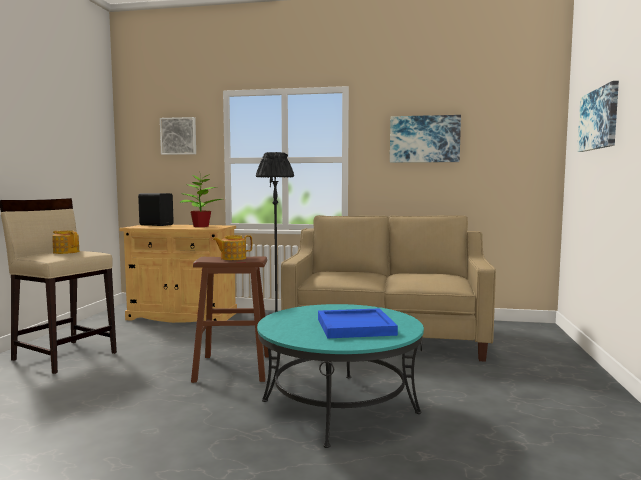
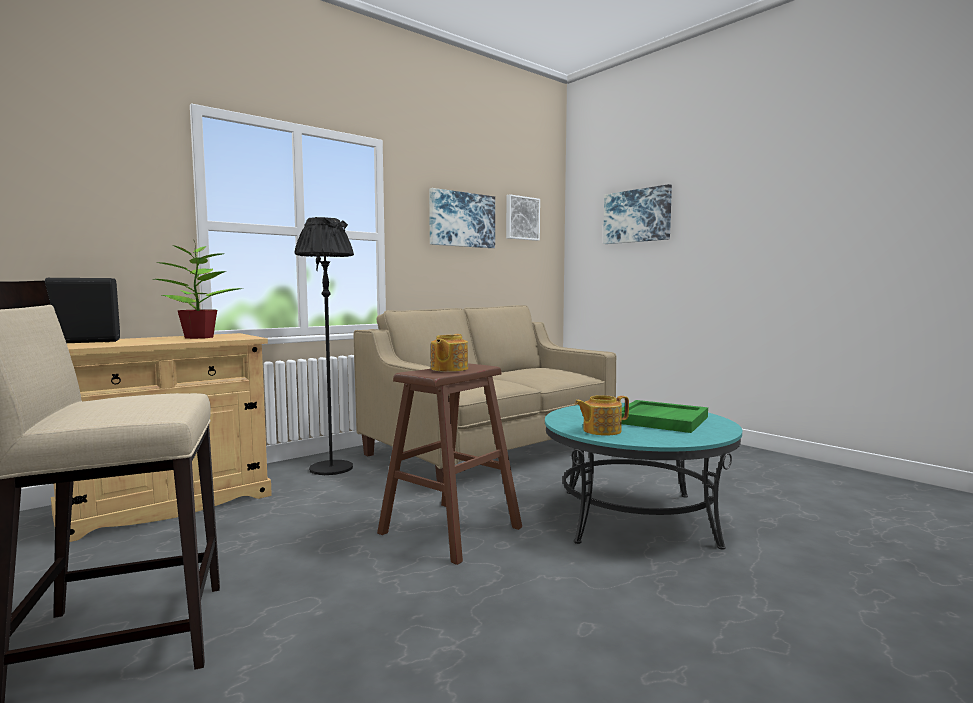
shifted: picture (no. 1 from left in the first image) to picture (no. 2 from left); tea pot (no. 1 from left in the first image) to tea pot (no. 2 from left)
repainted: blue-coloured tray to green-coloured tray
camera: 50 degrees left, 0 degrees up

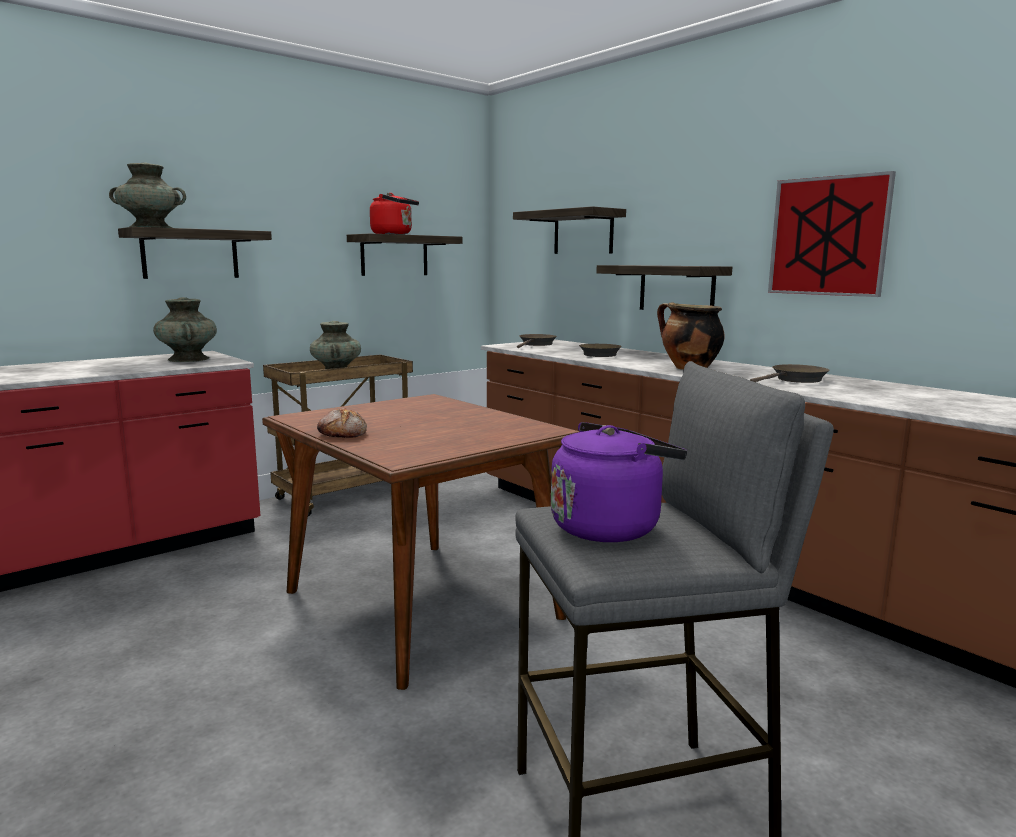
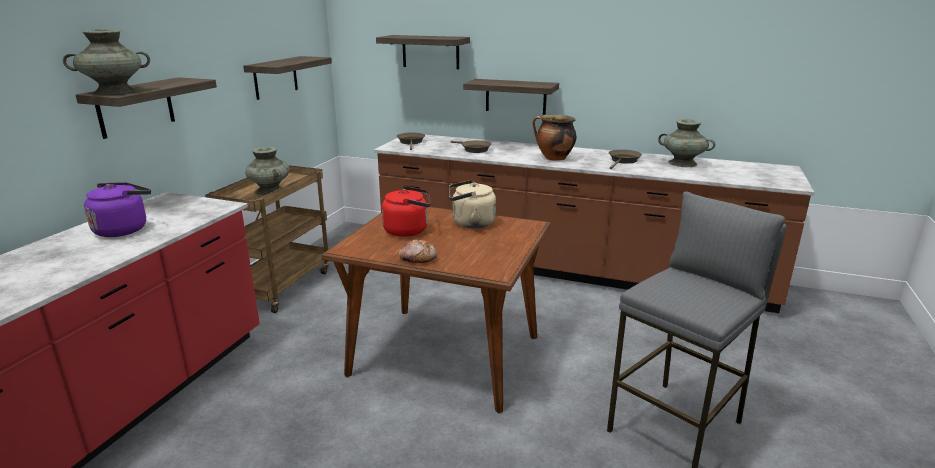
gone: picture
new: sand-coloured tea kettle
shifted: purple-coloured tea kettle; red-coloured tea kettle; blue-green flower vase (no. 2 from left in the first image) to blue-green flower vase (no. 3 from left)
camera: 30 degrees left, 10 degrees up

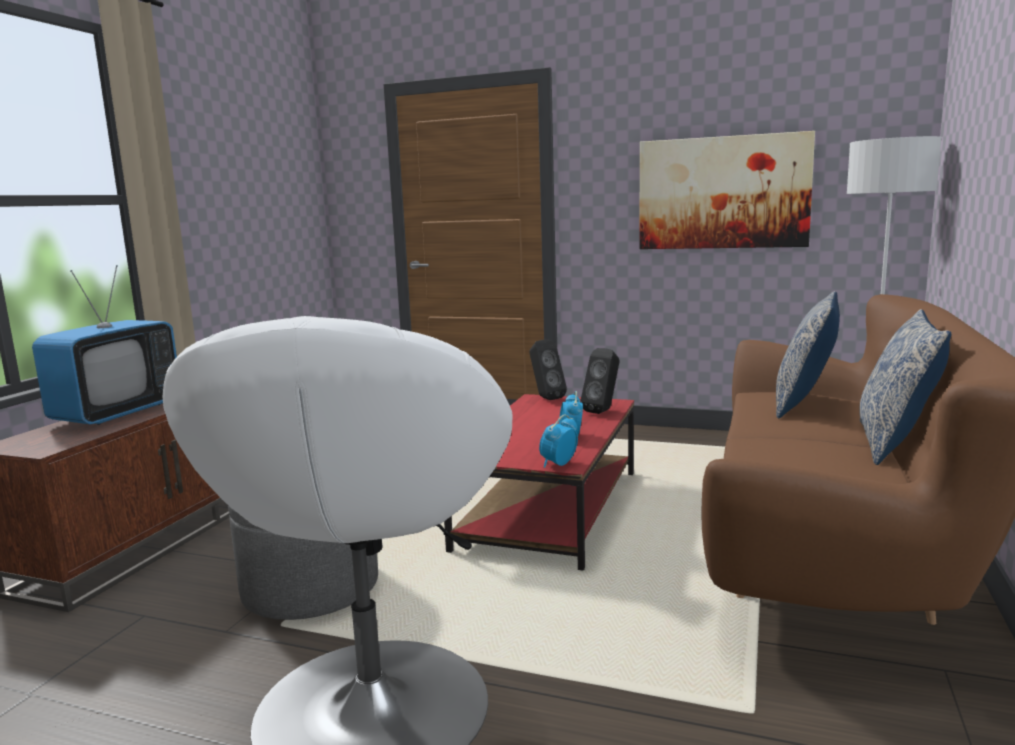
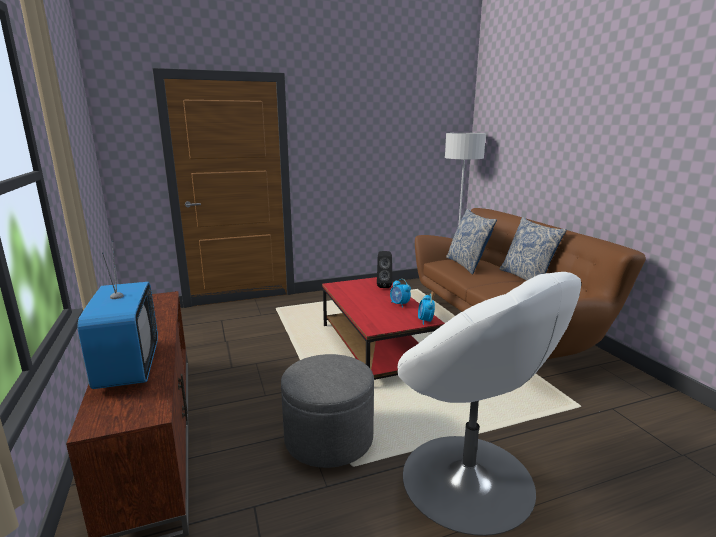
gone: blackish speaker (no. 1 from left); picture
camera: 40 degrees left, 5 degrees up

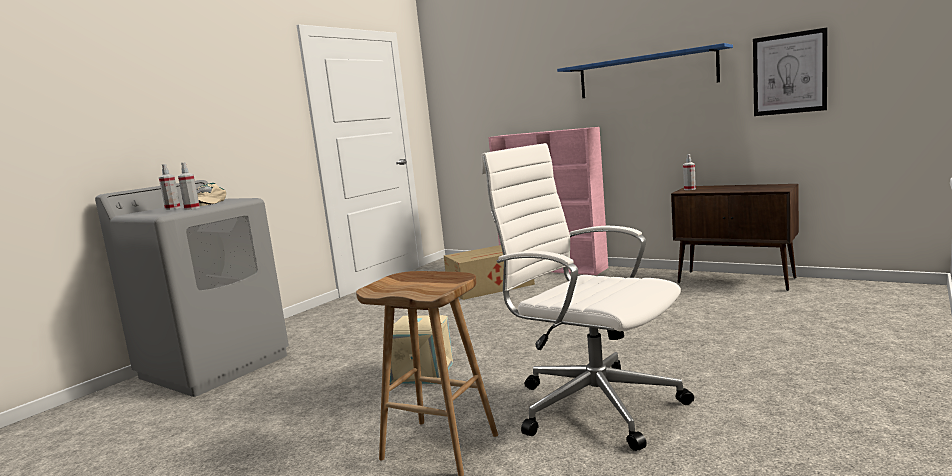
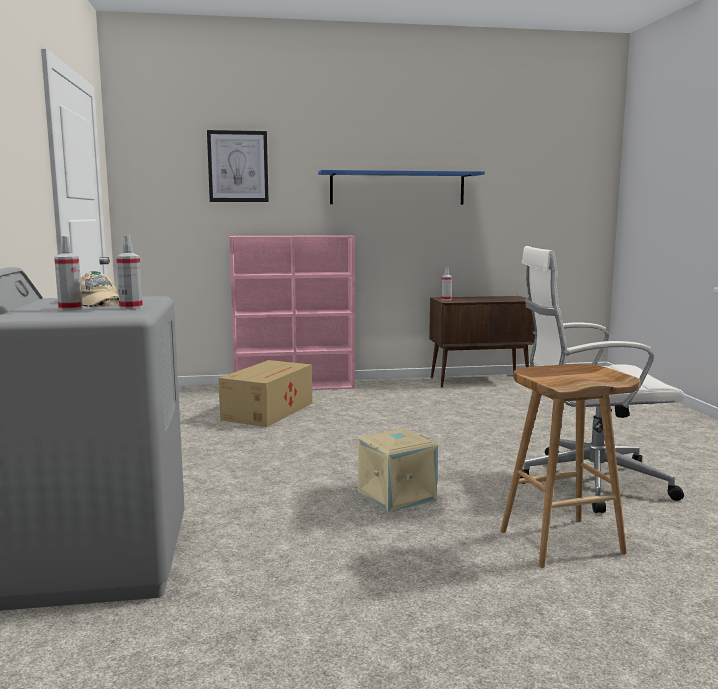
shifted: picture
camera: 45 degrees left, 0 degrees up

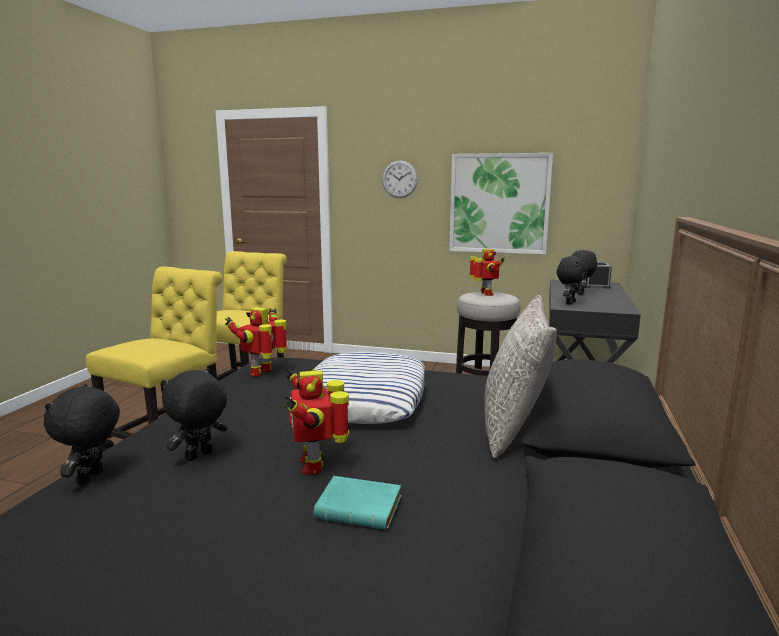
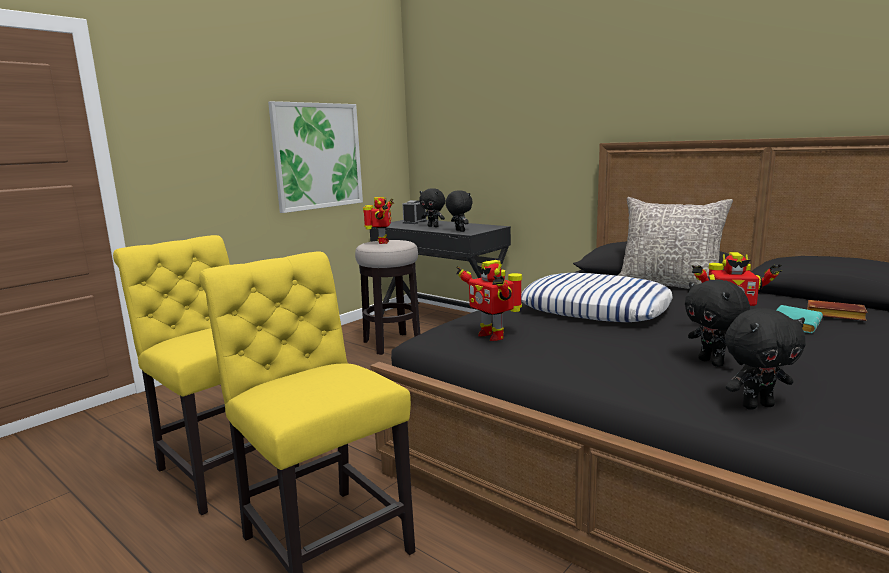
gone: hanging clock
new: brown-coloured book
rotated: robot figure (no. 3 from left in the first image) 75 degrees clockwise; blackish plush toy (no. 1 from left in the first image) 45 degrees counterclockwise
camera: 65 degrees left, 0 degrees up

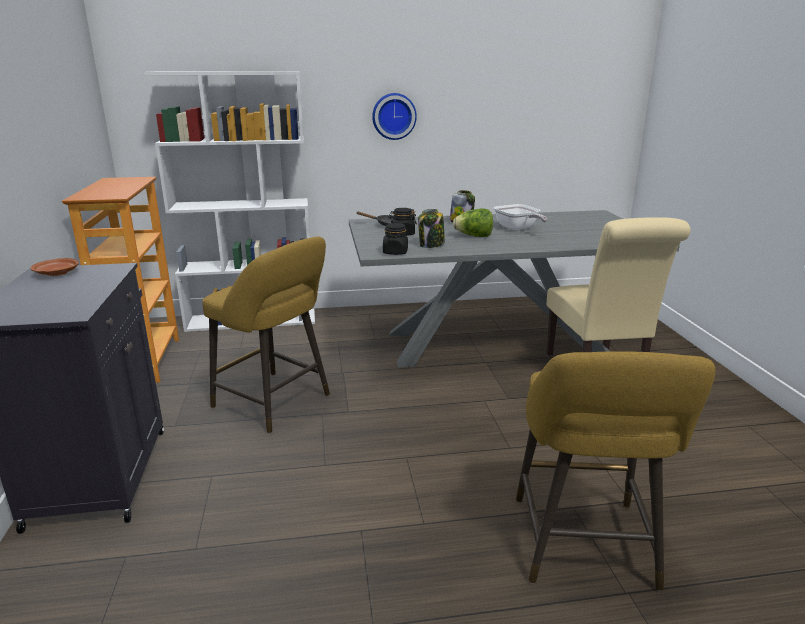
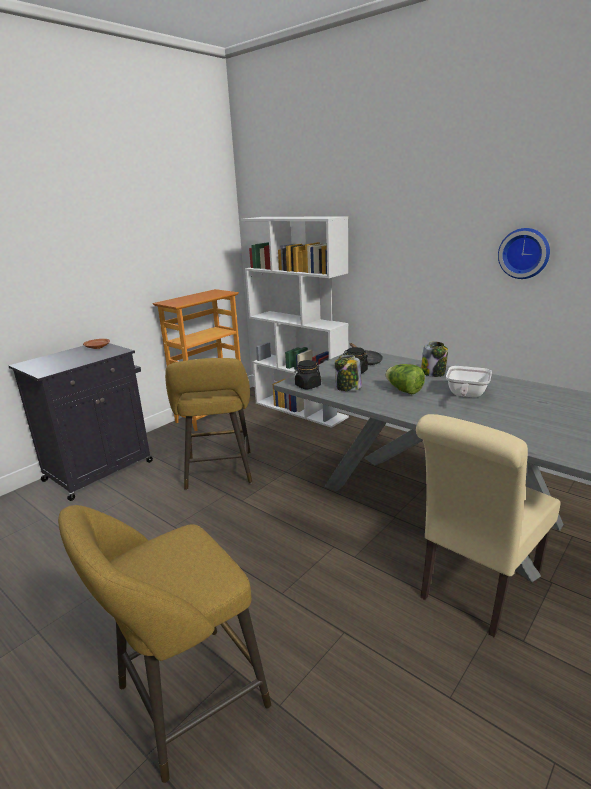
shifted: hanging clock
camera: 50 degrees right, 0 degrees up

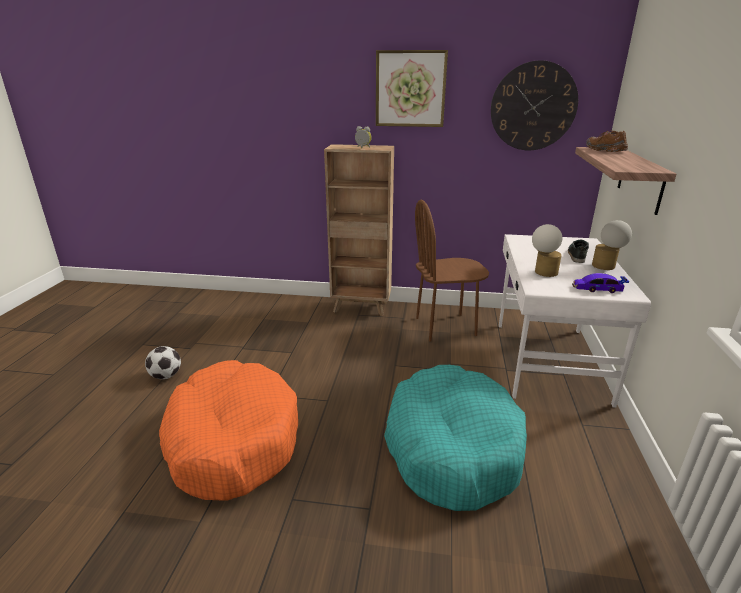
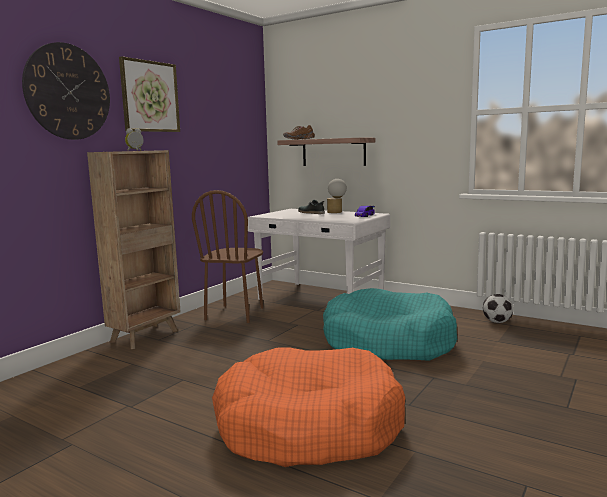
gone: lamp for a table (no. 1 from left)
shifted: hanging clock; ball for football
camera: 65 degrees left, 15 degrees down

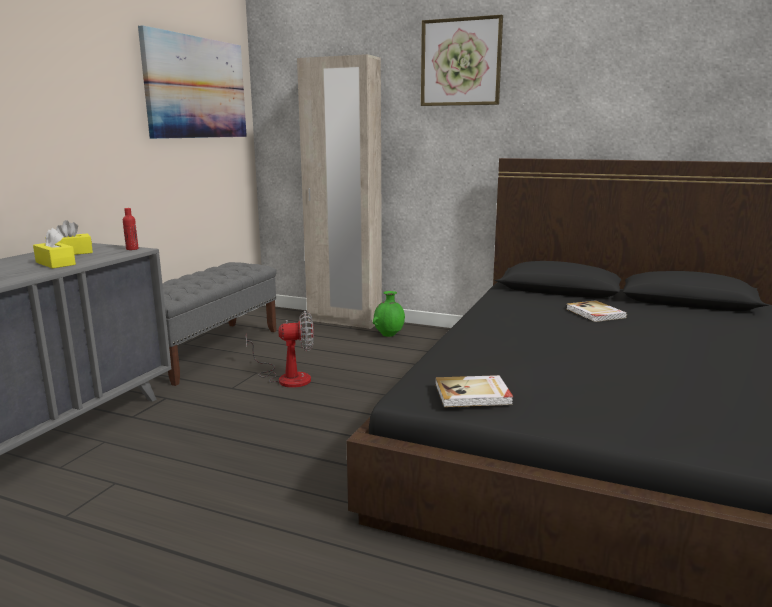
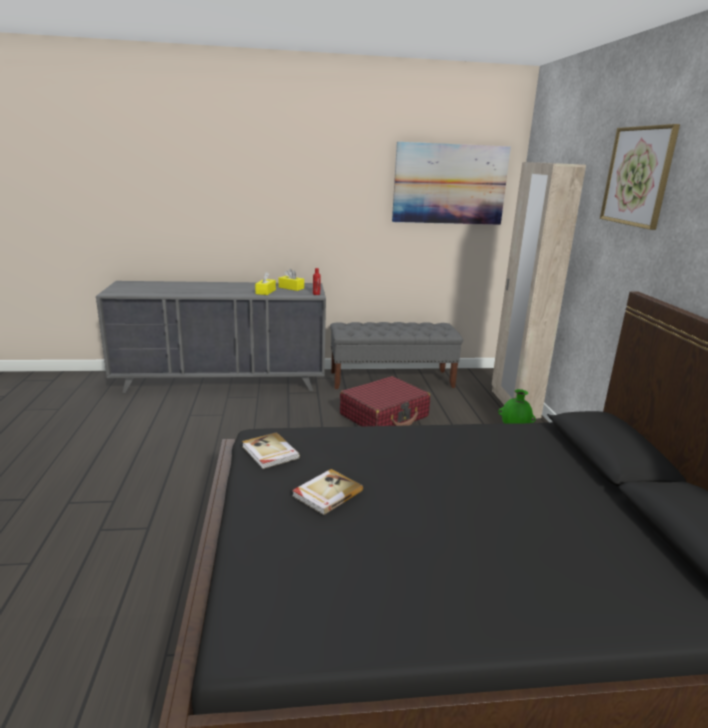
shifted: book (no. 2 from left)
swapped: cooling fan to red-coloured piece of luggage
camera: 60 degrees right, 5 degrees up

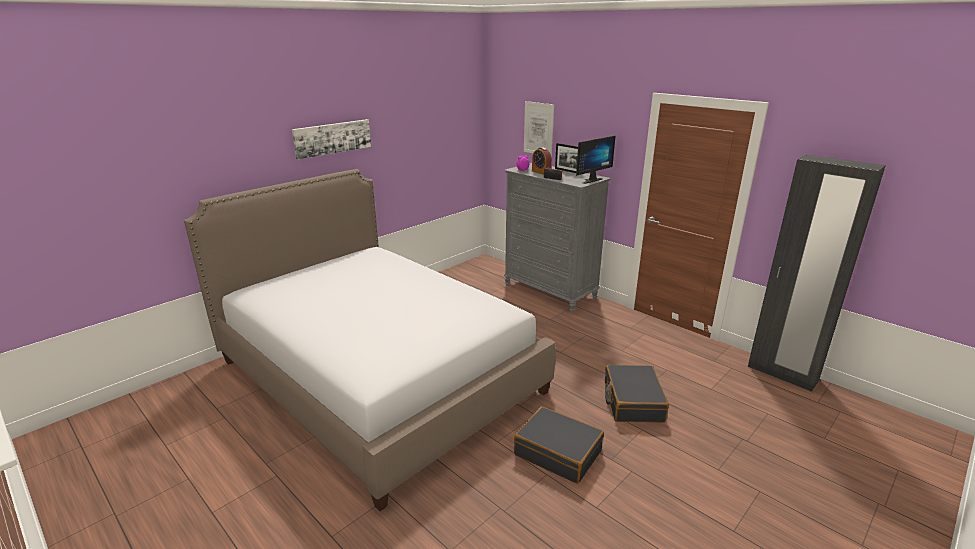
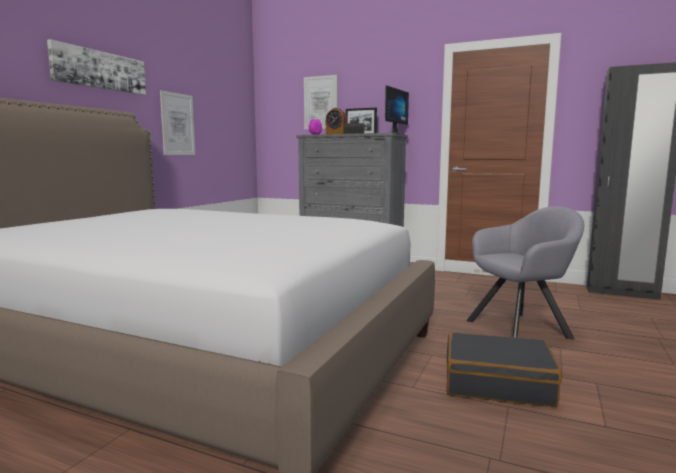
new: picture (no. 2 from left)
swapped: blackish piece of luggage (no. 2 from left) to grey easy chair
camera: 20 degrees left, 15 degrees down

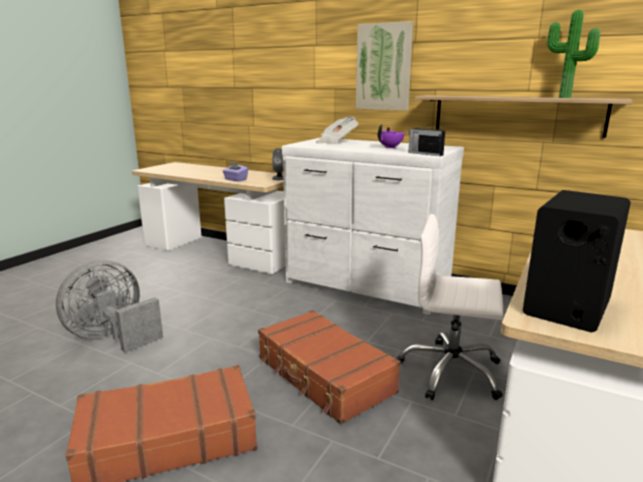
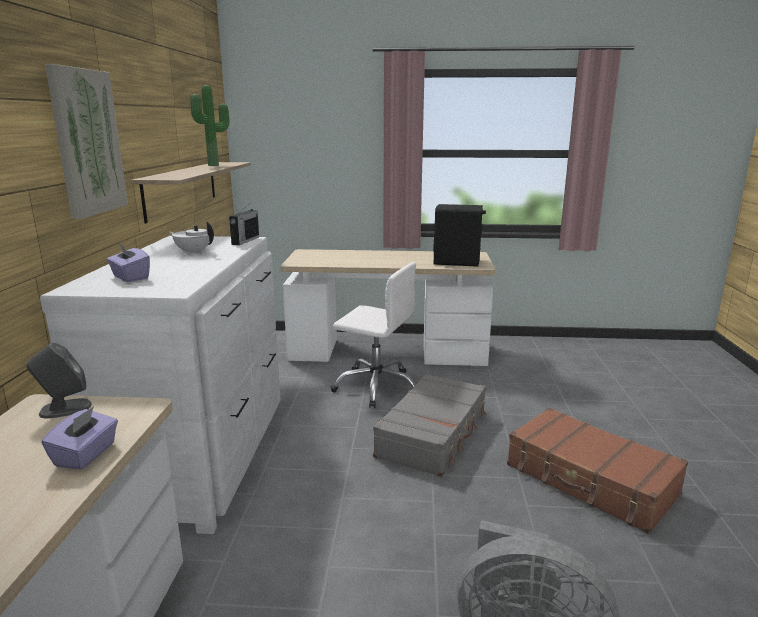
swapped: newspaper to purple-coloured tissue holder (no. 2 from left)
repainted: purple-coloured tea pot to white-coloured tea pot; brown-coloured piece of luggage (no. 2 from left) to grey piece of luggage
rotated: white-coloured office chair 60 degrees counterclockwise
camera: 115 degrees left, 0 degrees up

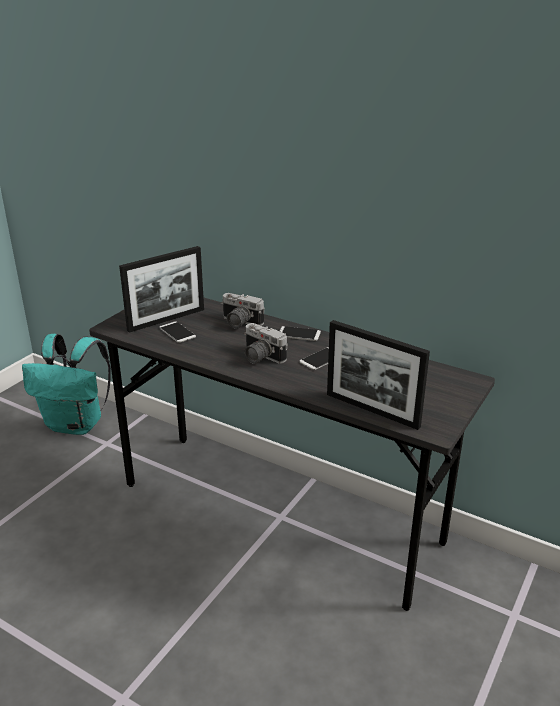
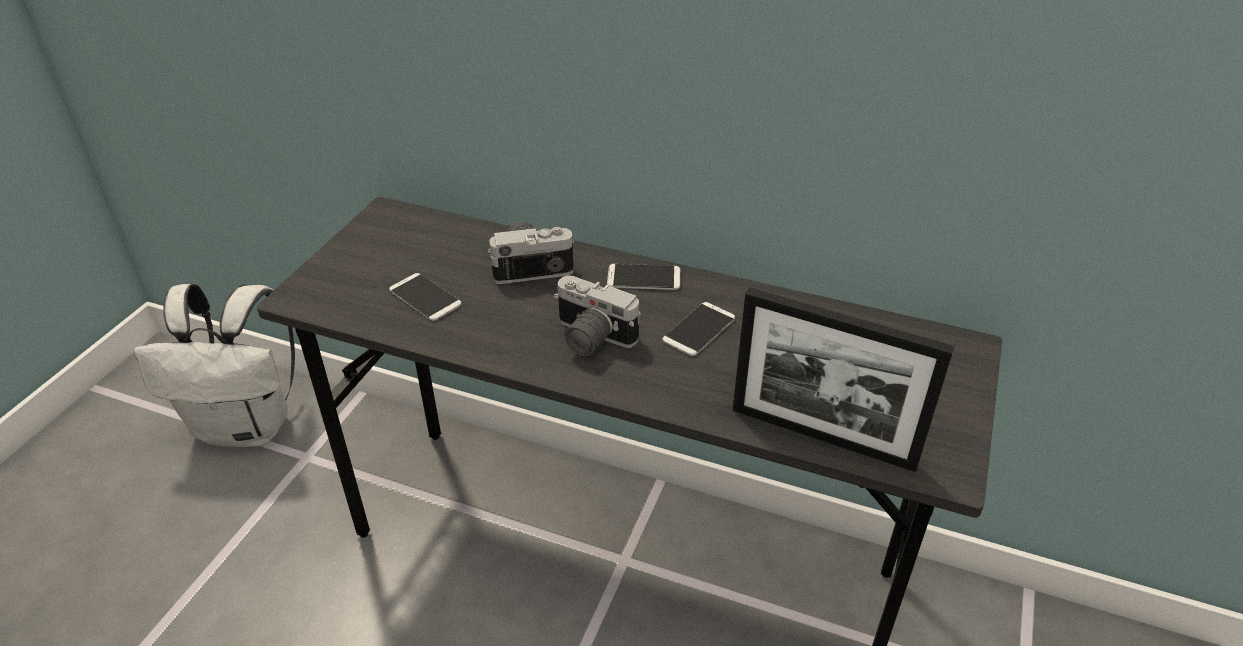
gone: photo frame (no. 1 from left)
repainted: blue-green knapsack to white-coloured knapsack
rotated: still camera (no. 1 from left) 150 degrees clockwise
camera: 10 degrees left, 10 degrees up

